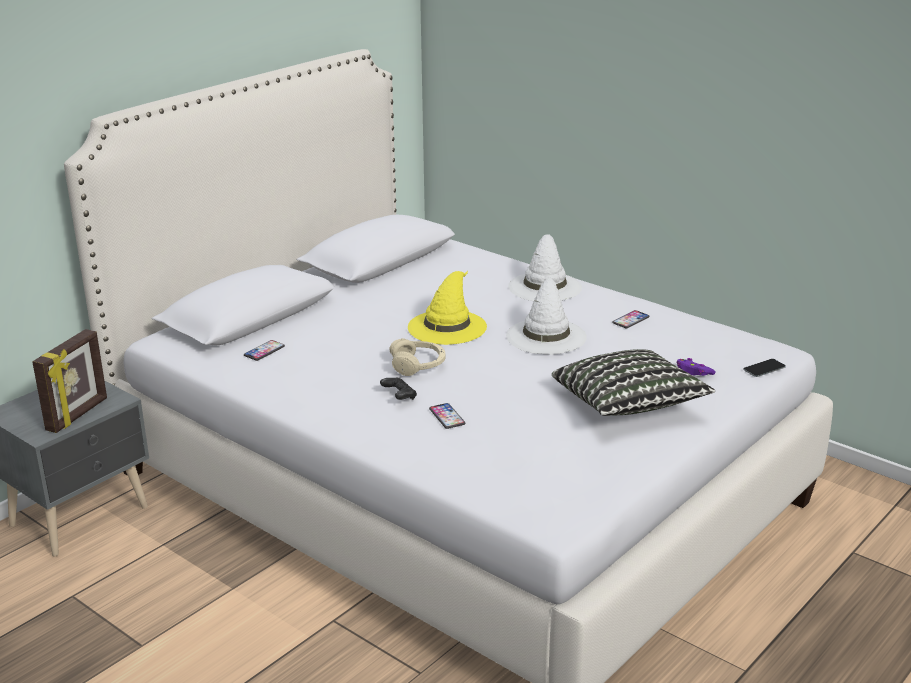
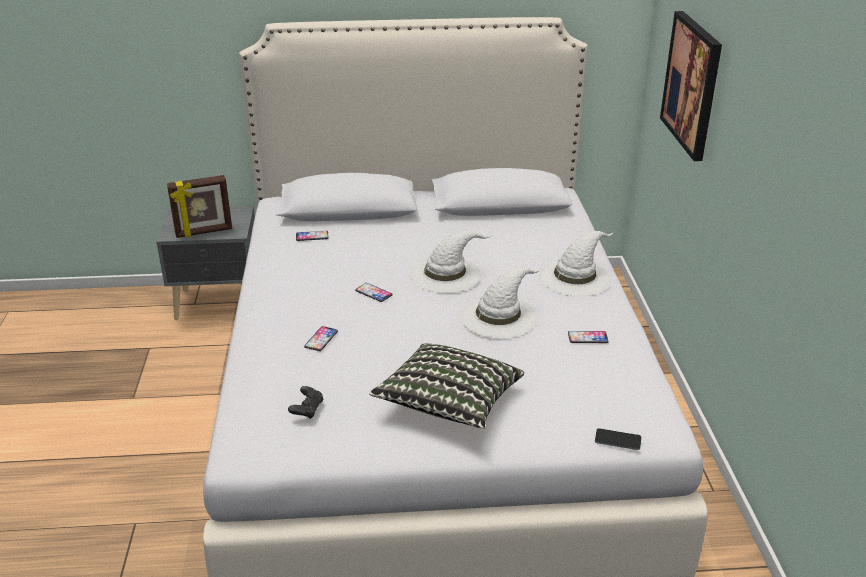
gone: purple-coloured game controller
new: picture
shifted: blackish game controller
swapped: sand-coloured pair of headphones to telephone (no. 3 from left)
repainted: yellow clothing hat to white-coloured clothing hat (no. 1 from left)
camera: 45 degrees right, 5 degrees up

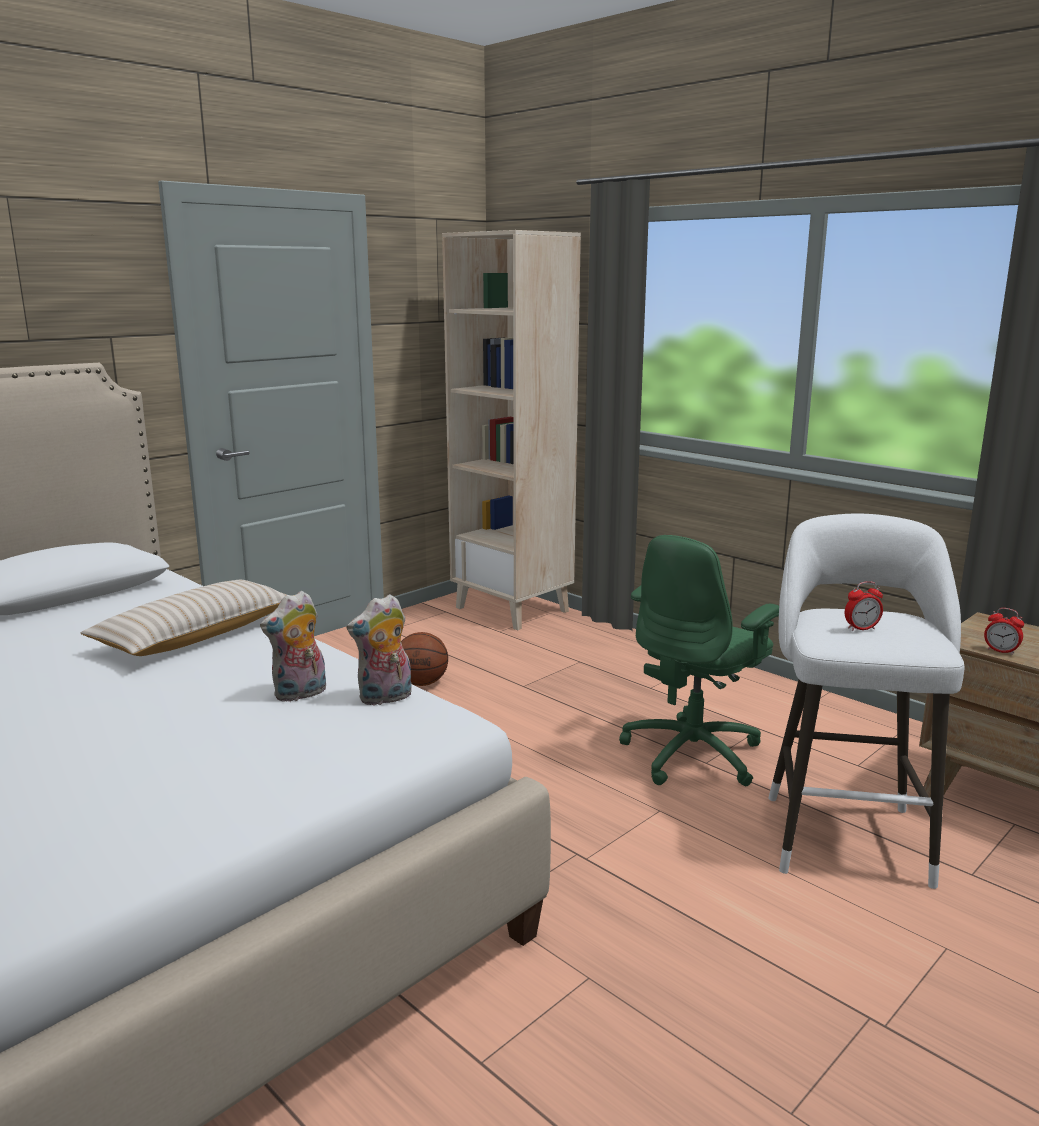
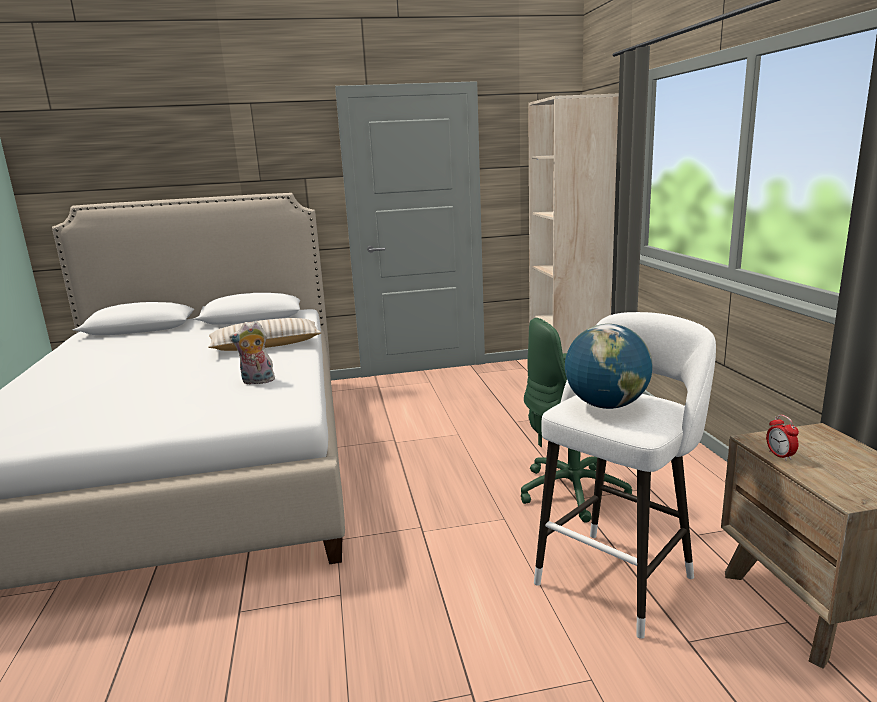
gone: plush toy (no. 2 from left); basketball
swapped: alarm clock (no. 1 from left) to world globe
camera: 35 degrees right, 0 degrees up

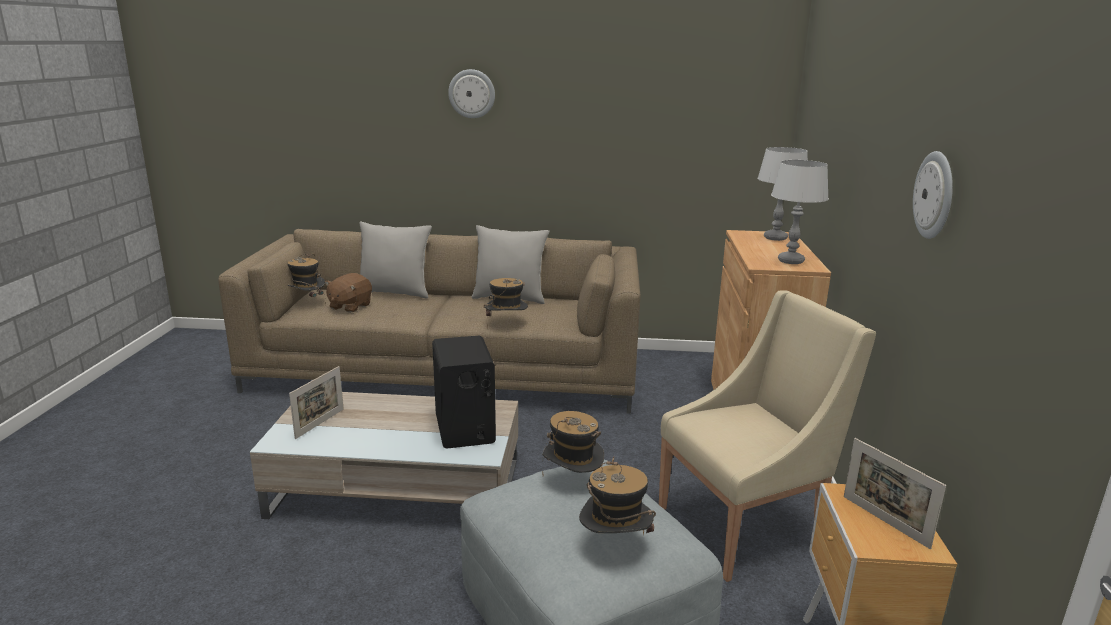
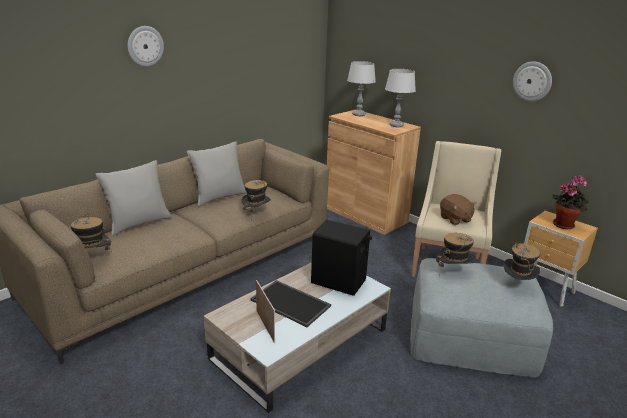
new: tray
shifted: brown-coloured plush toy
swapped: photo frame (no. 2 from left) to plant in a pot
camera: 50 degrees left, 5 degrees up

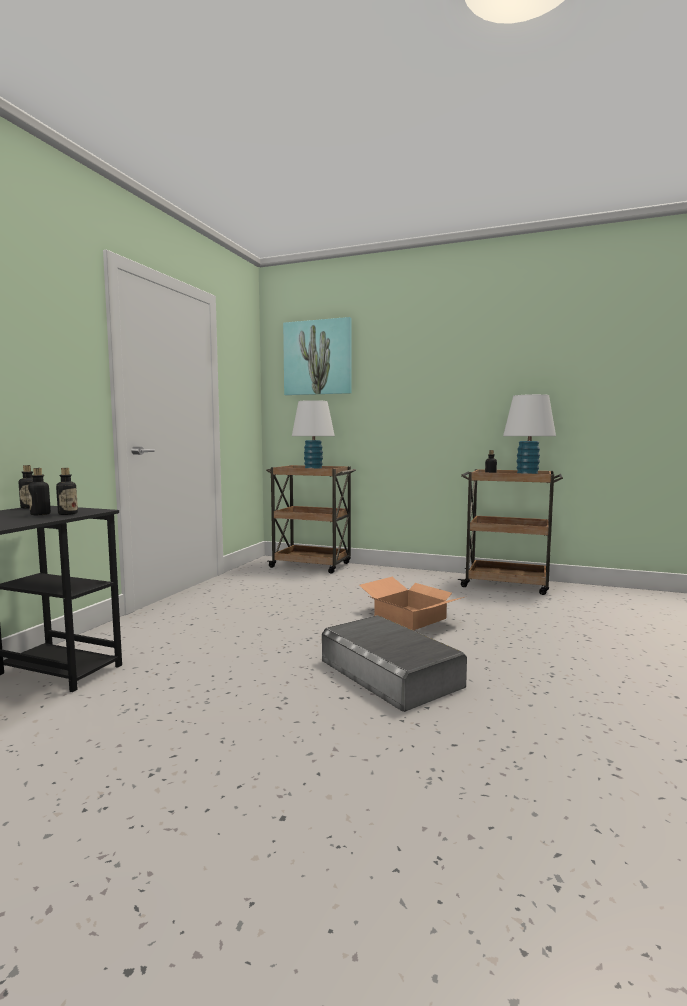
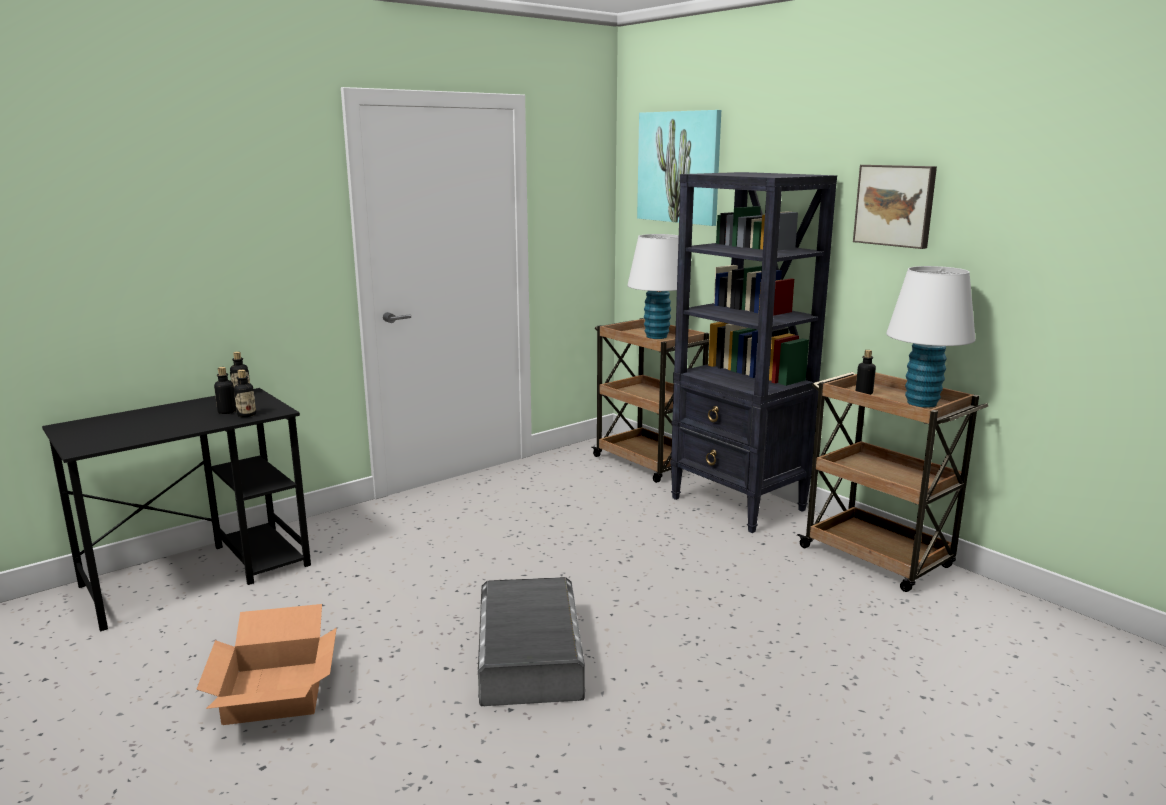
new: blackish shelving unit; picture (no. 2 from left)
shifted: carton
camera: 30 degrees right, 10 degrees up

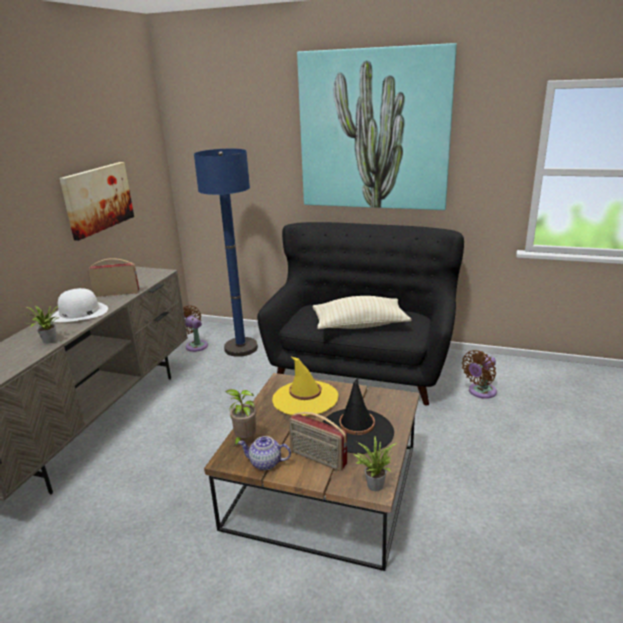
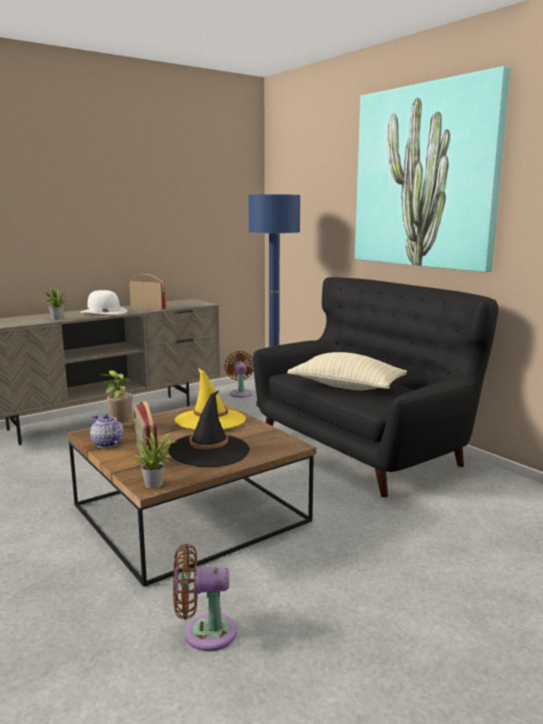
gone: picture (no. 1 from left)
shifted: brown-coloured cooling fan (no. 2 from left in the first image) to brown-coloured cooling fan (no. 1 from left)
camera: 35 degrees right, 10 degrees down

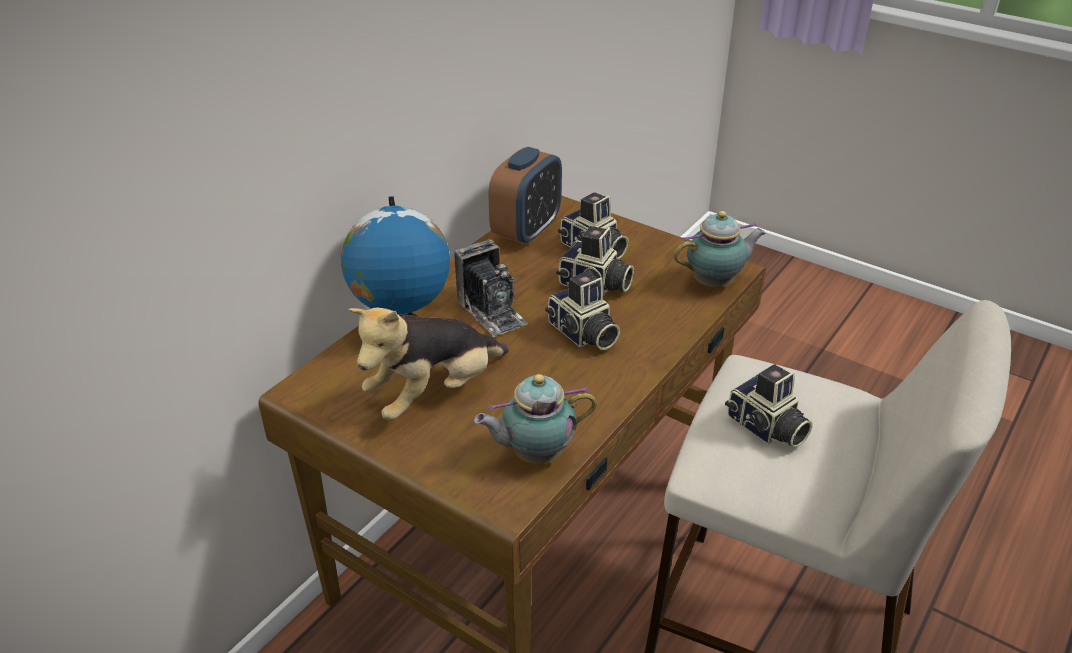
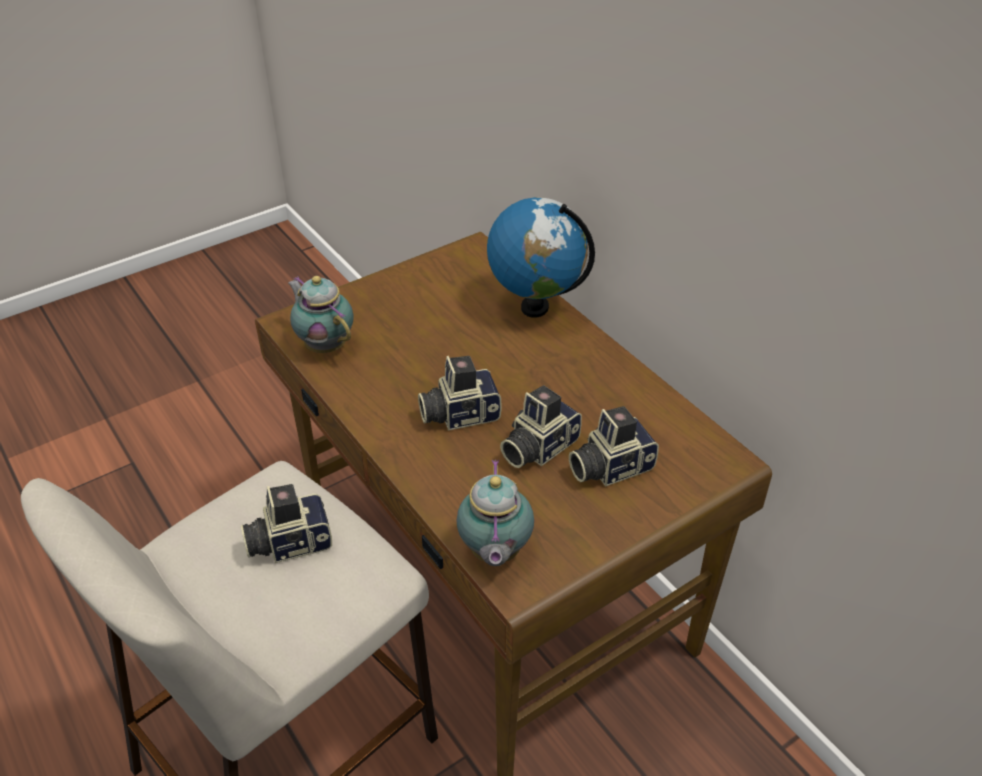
gone: plush toy; still camera (no. 1 from left); alarm clock
rotated: tea pot (no. 1 from left) 45 degrees counterclockwise
camera: 110 degrees right, 5 degrees up

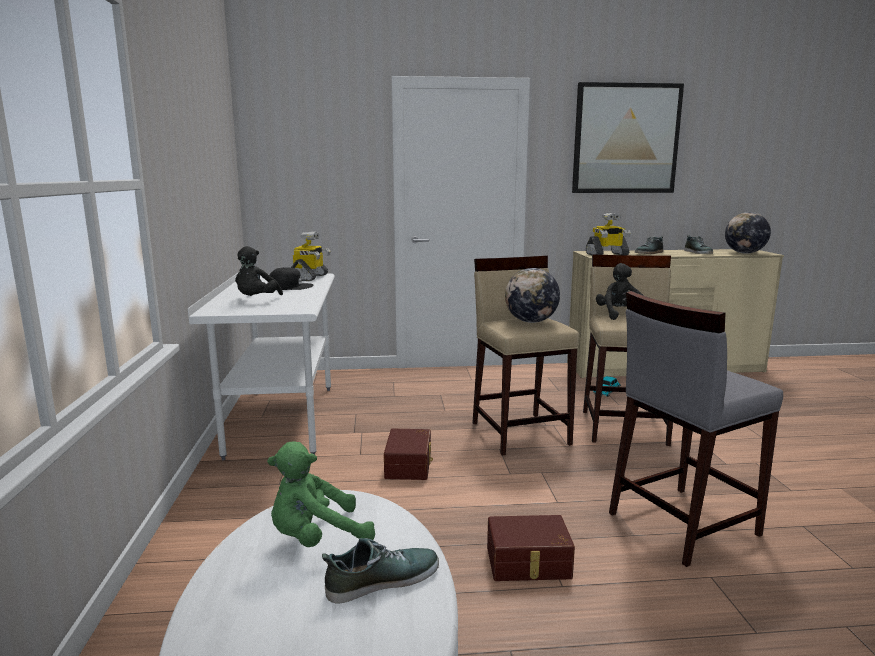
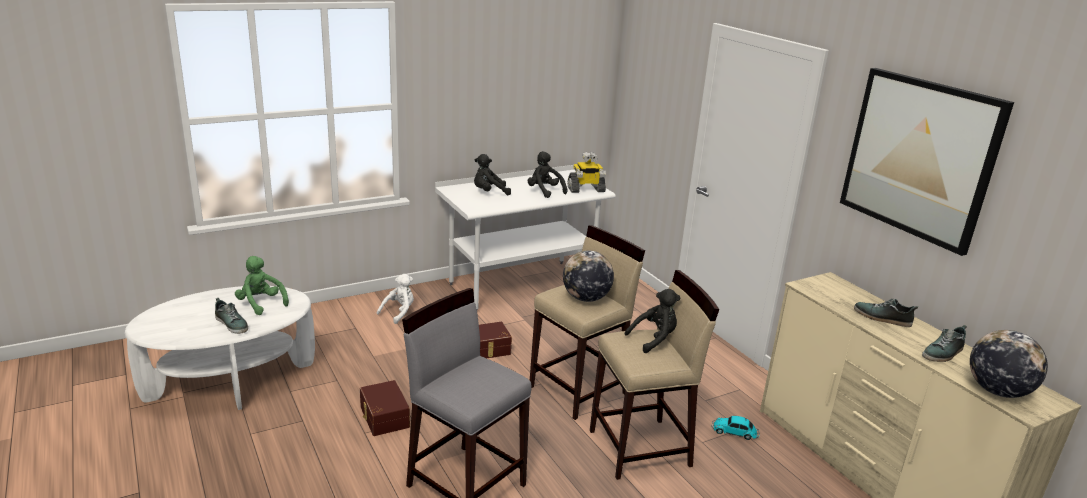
gone: robot figure (no. 2 from left)
new: white-coloured plush toy
swapped: blackish baseball cap to blackish plush toy (no. 2 from left)
camera: 65 degrees right, 10 degrees up

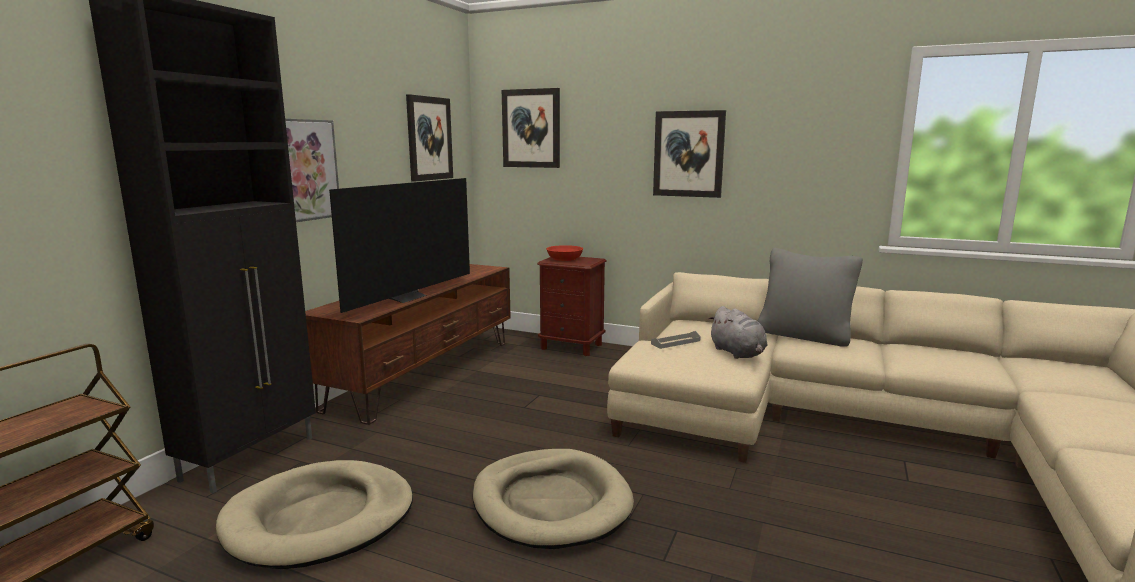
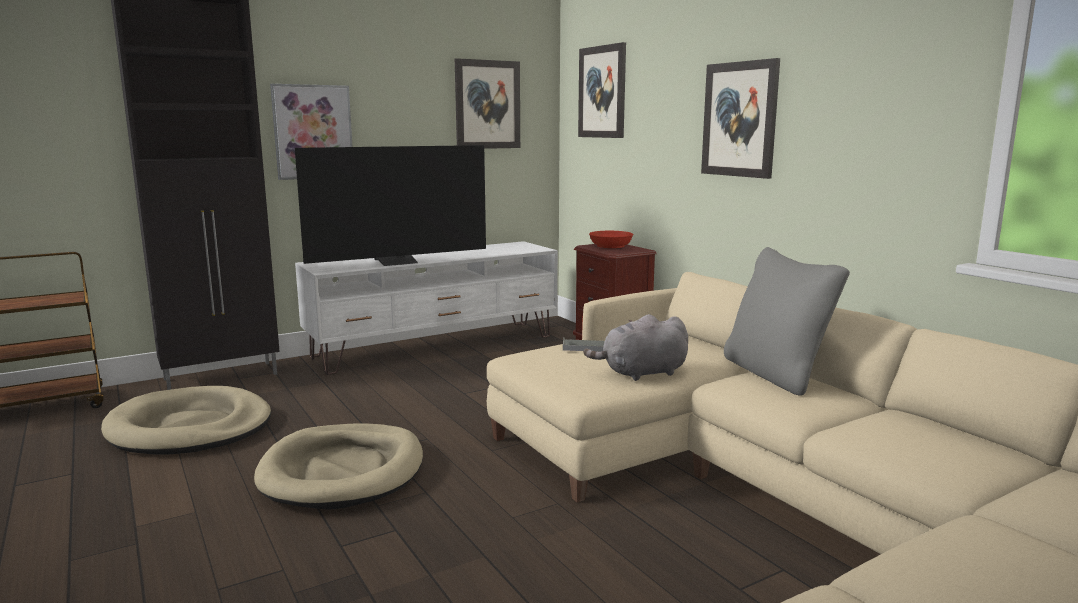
repainted: brown-coloured tv unit to white-coloured tv unit
rotated: grey plush toy 60 degrees clockwise
camera: 35 degrees right, 0 degrees up

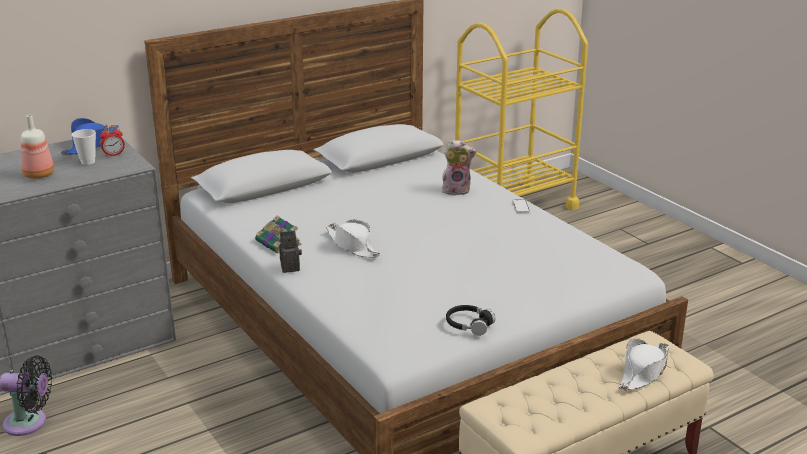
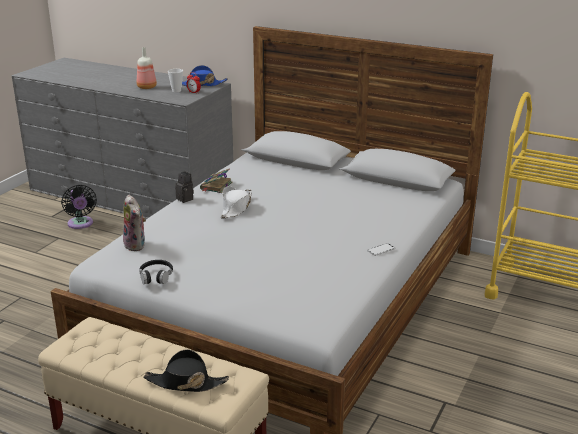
shifted: plush toy
repainted: white-coloured clothing hat (no. 2 from left) to blackish clothing hat
camera: 60 degrees right, 0 degrees up

